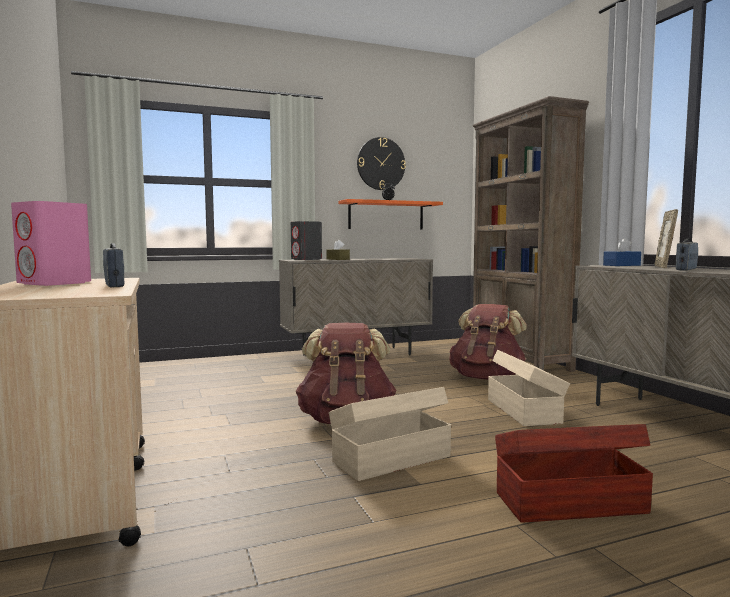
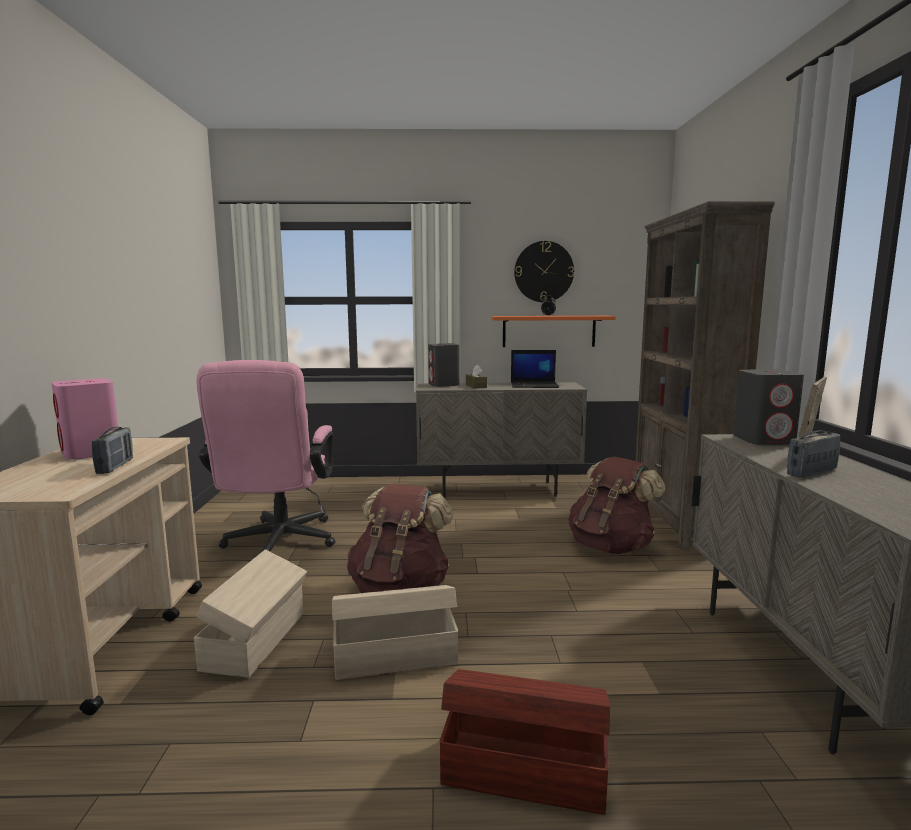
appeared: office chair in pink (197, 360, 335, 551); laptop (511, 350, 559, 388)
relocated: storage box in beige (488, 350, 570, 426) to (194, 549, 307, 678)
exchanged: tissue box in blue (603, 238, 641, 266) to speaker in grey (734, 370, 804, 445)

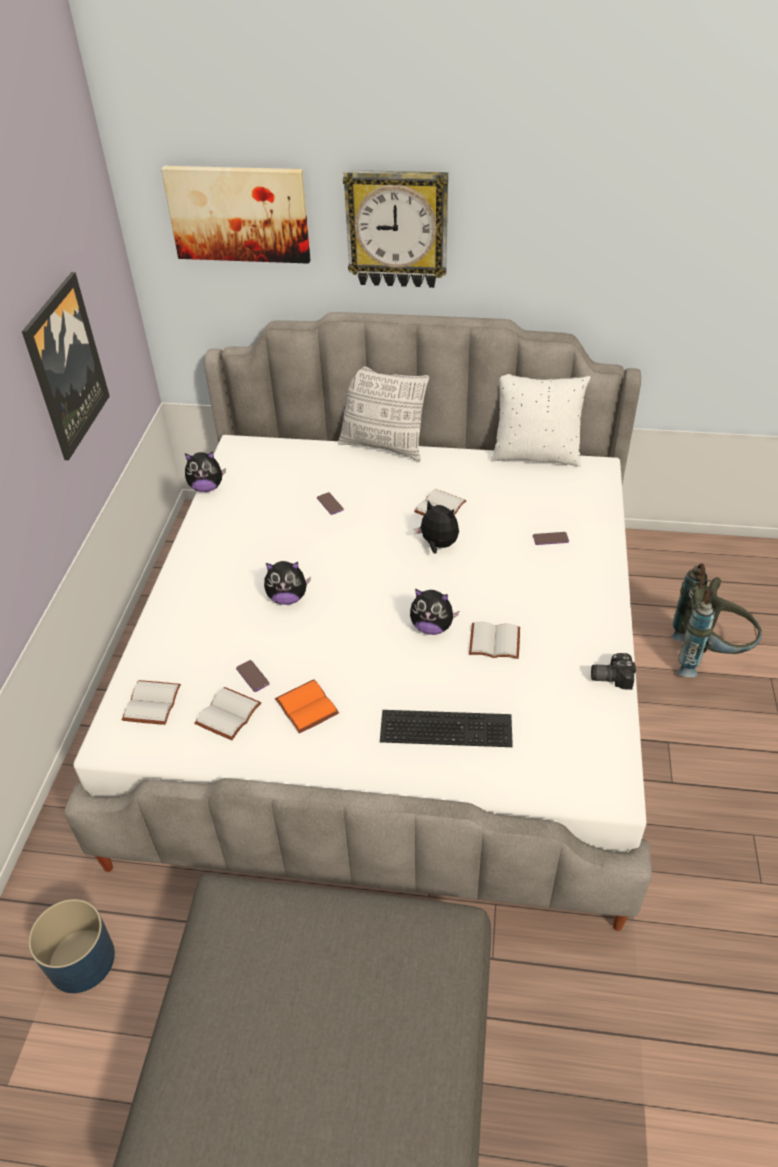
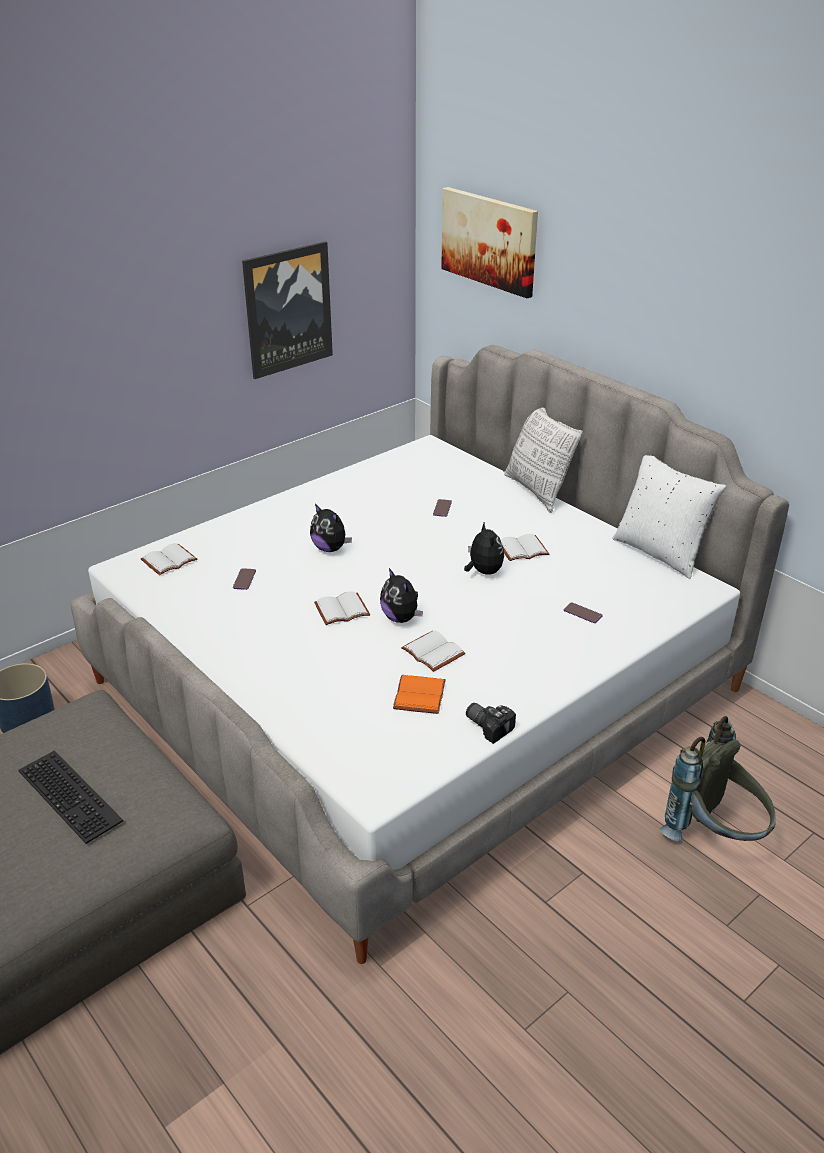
missing: plush toy (185, 452, 226, 492); wall clock (343, 170, 448, 288)
relocated: book in white (194, 687, 261, 740) to (314, 592, 370, 625); book in orange (275, 679, 339, 733) to (393, 675, 446, 714); keyboard (380, 710, 513, 747) to (18, 751, 123, 844)

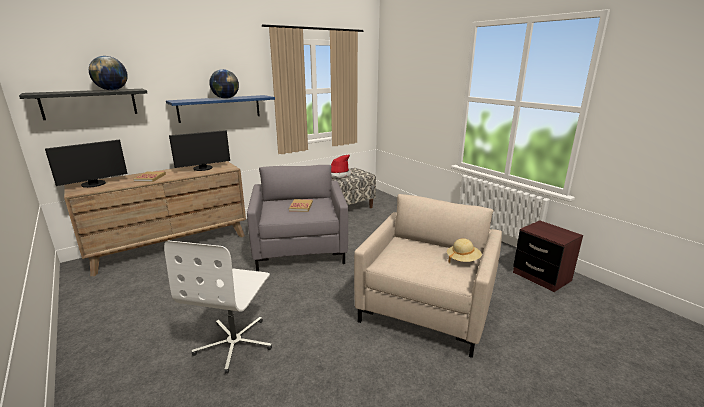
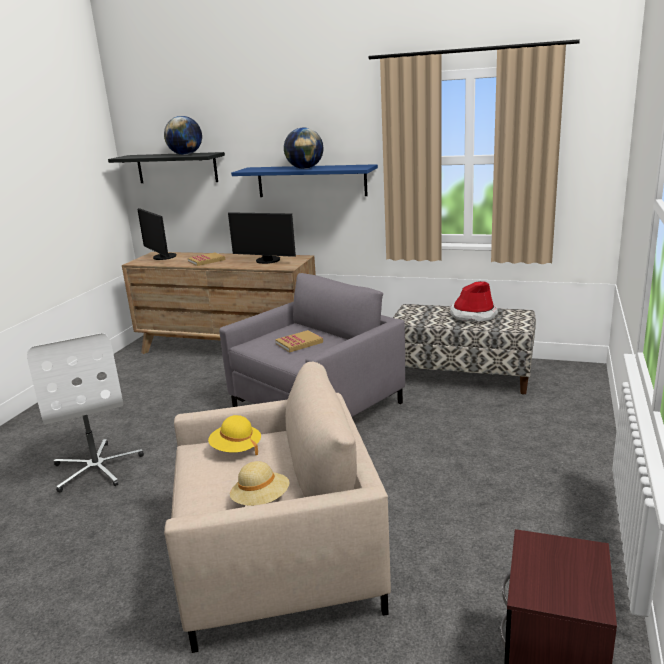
appeared: hat in yellow (208, 415, 261, 455)
spun: monitor (45, 140, 127, 188) = (138, 208, 177, 260) 45 degrees clockwise; office chair in white (164, 240, 272, 374) = (27, 333, 144, 493) 90 degrees counterclockwise

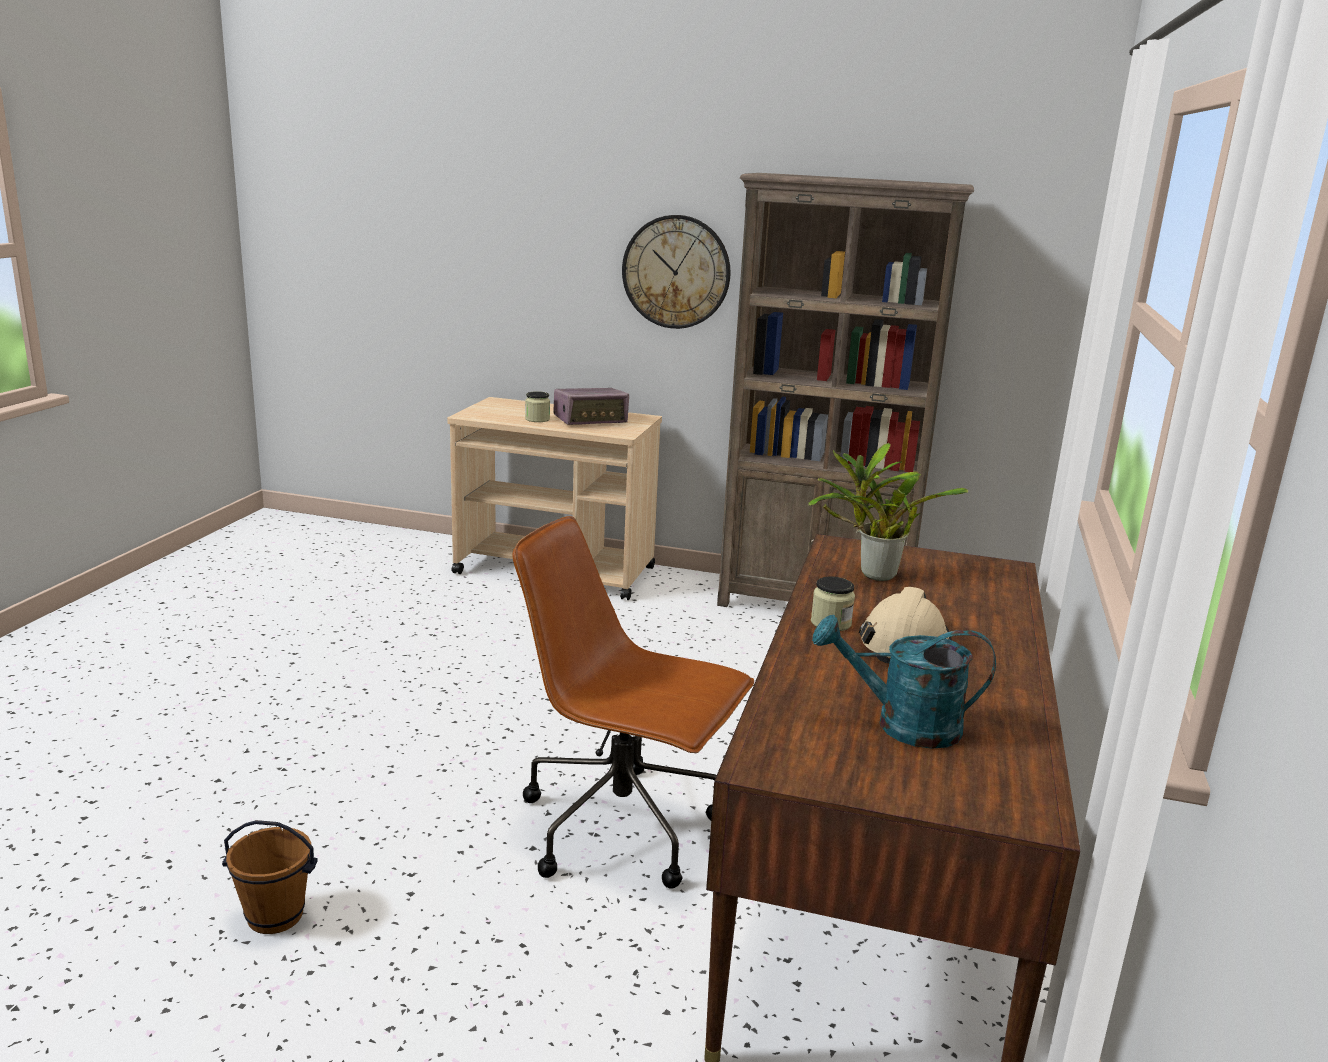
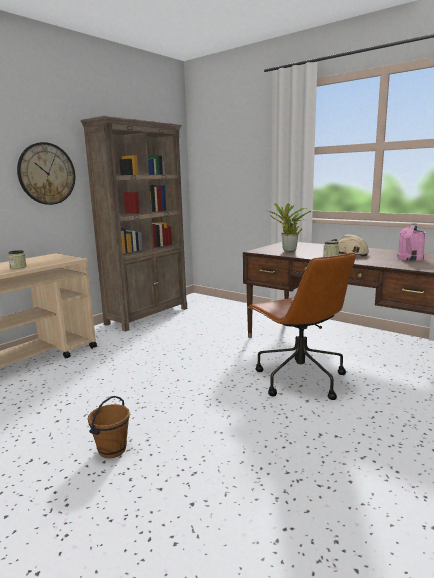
missing: radio (553, 388, 629, 425)
relocated: bucket in brown (222, 820, 318, 934) to (88, 396, 130, 458)
colour: watering can in turquoise (812, 615, 996, 749) to watering can in pink (397, 223, 426, 261)
spun: office chair in brown (513, 516, 754, 889) = (248, 252, 356, 400) 75 degrees counterclockwise

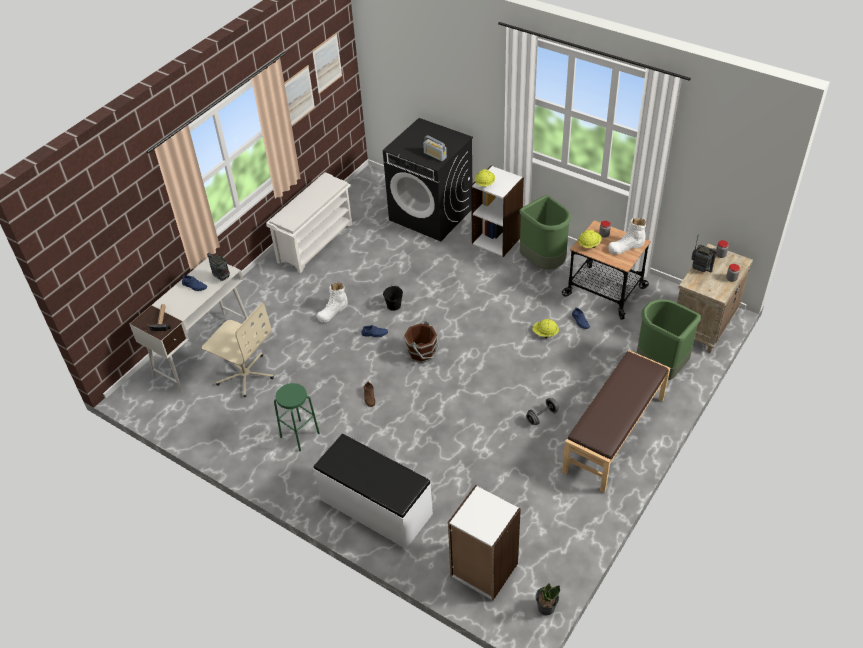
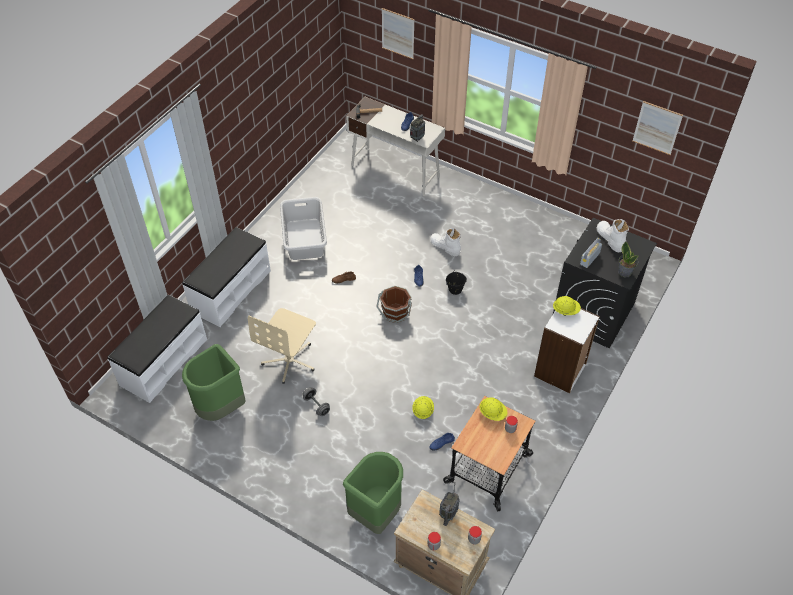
missing: shoe rack in white (266, 172, 352, 273); bench in brown (562, 350, 670, 493)
relocated: office chair in beige (202, 303, 274, 397) to (248, 308, 316, 384); picture (284, 65, 315, 126) to (381, 8, 415, 59); trash can in green (519, 195, 571, 269) to (182, 344, 246, 421); potted plant (535, 583, 560, 615) to (618, 241, 638, 277); boot in white (608, 218, 646, 255) to (597, 219, 629, 252)
exchanged: stool in green (274, 383, 320, 451) to laundry basket in grey (280, 197, 327, 260); bookcase in white (448, 485, 521, 601) to bench in white (107, 295, 207, 403)

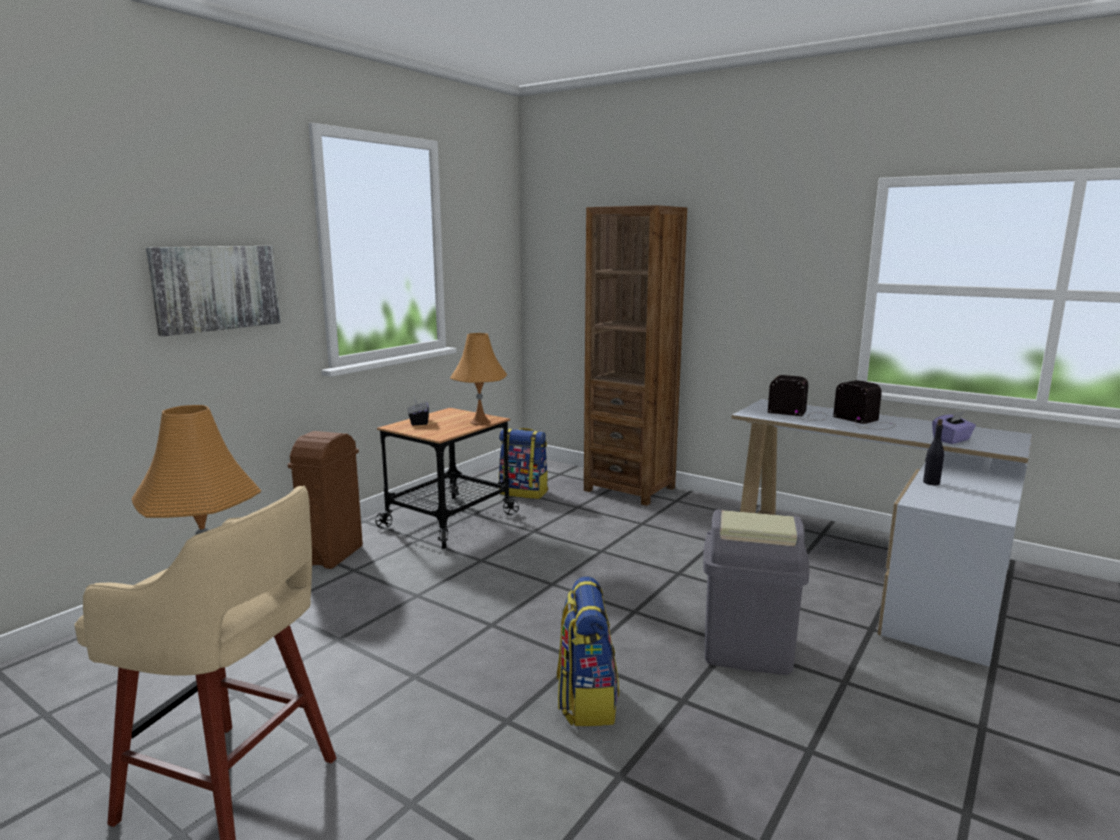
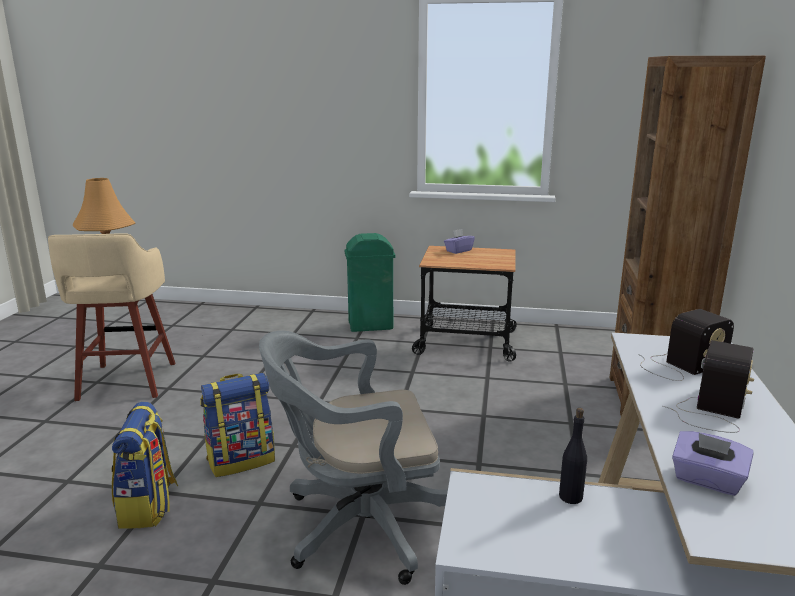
missing: picture (146, 246, 281, 336); table lamp in orange (450, 333, 507, 425)
relocated: backpack (499, 428, 548, 499) to (112, 402, 178, 529)
exchanged: trash can in grey (703, 510, 810, 675) to office chair in grey (259, 331, 448, 585)
colour: trash can in brown (288, 431, 363, 569) to trash can in green (344, 233, 396, 332); tissue box in black (407, 398, 429, 425) to tissue box in purple (444, 229, 475, 254)
spun: radio (768, 375, 827, 421) = (638, 309, 734, 381) 60 degrees clockwise

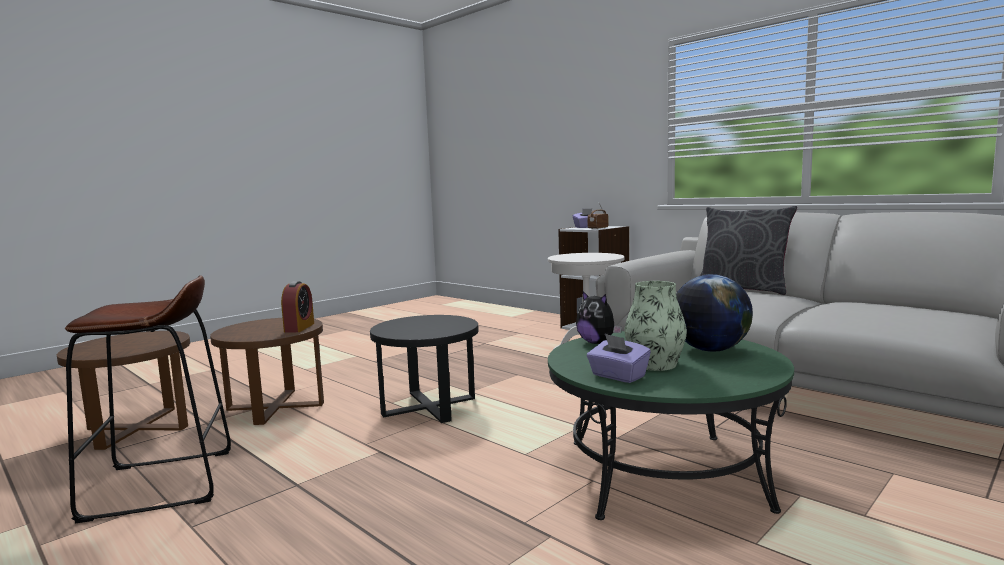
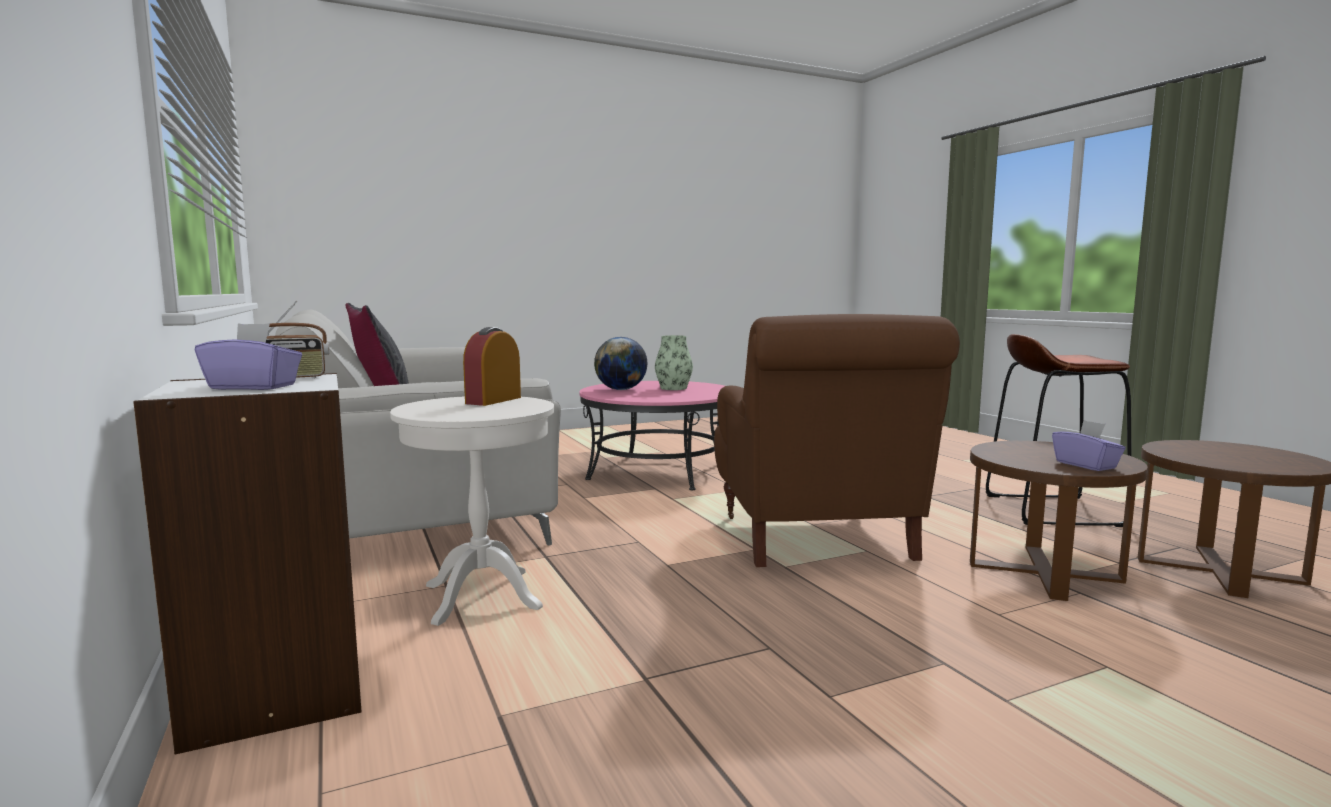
missing: plush toy (576, 290, 622, 344)
relocated: alarm clock (281, 281, 314, 333) to (463, 327, 521, 406); tissue box in purple (587, 334, 651, 383) to (1052, 420, 1126, 471)
exchanged: side table in black (370, 315, 479, 423) to armchair in brown (714, 314, 960, 567)
colour: coffee table in green (548, 331, 794, 520) to coffee table in pink (579, 381, 725, 490)

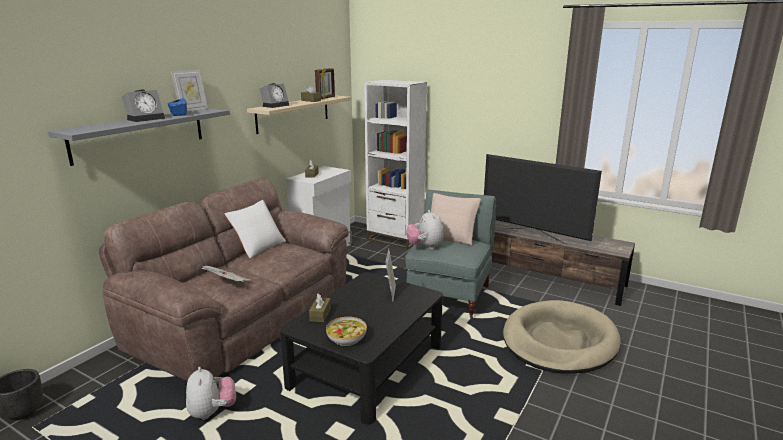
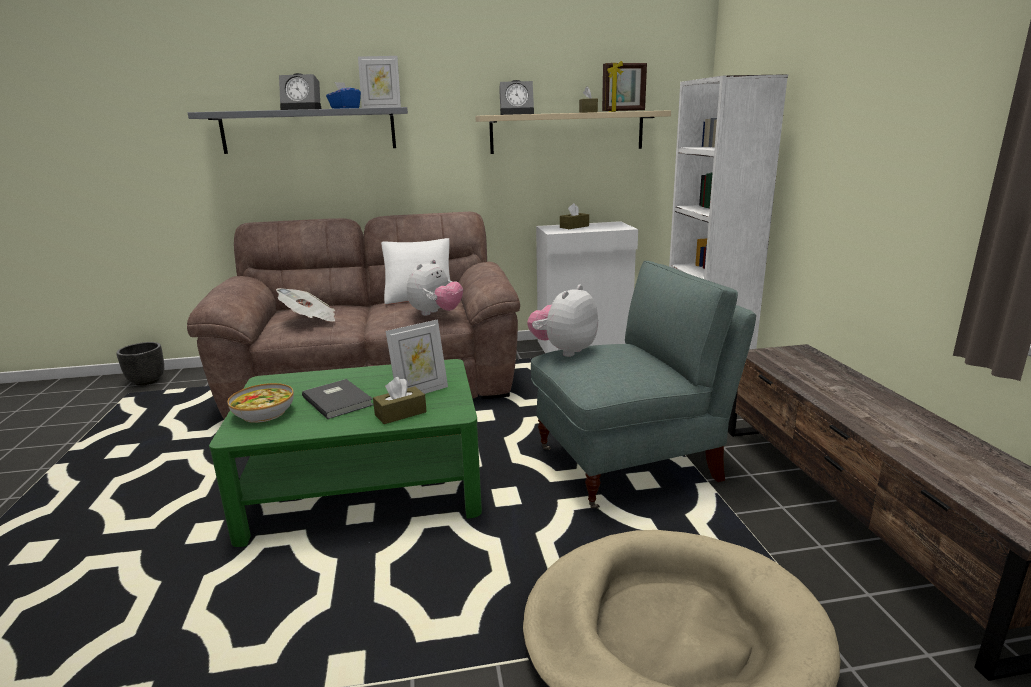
missing: pillow in beige (431, 193, 481, 245); television (484, 154, 602, 245)
appeared: book in grey (302, 379, 374, 419)
relocated: plush toy (186, 367, 236, 420) to (407, 260, 463, 316); tissue box in brown (309, 293, 331, 322) to (373, 377, 427, 424)
colour: coffee table in black (280, 272, 443, 425) to coffee table in green (209, 359, 482, 547)

